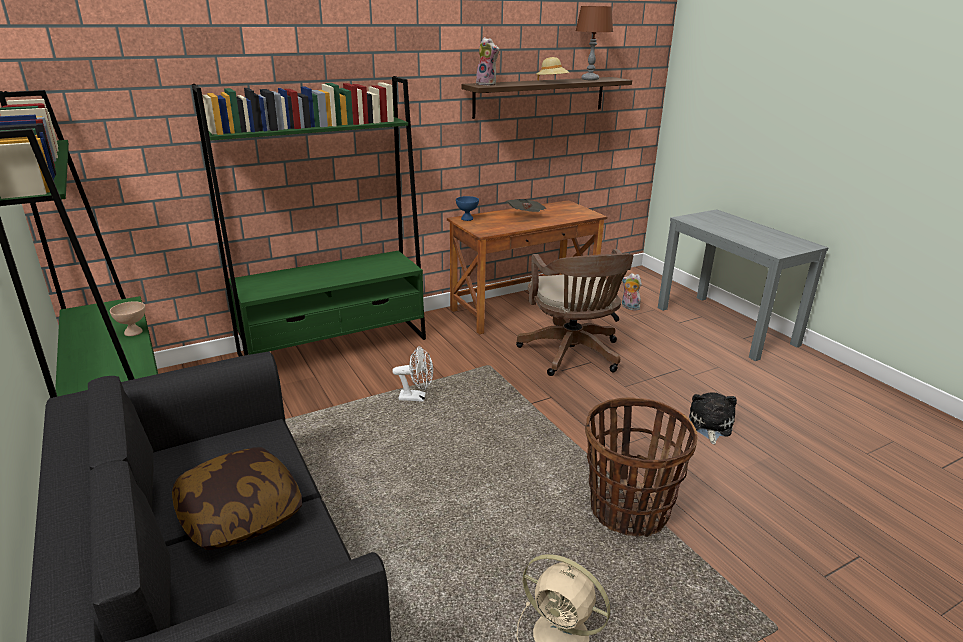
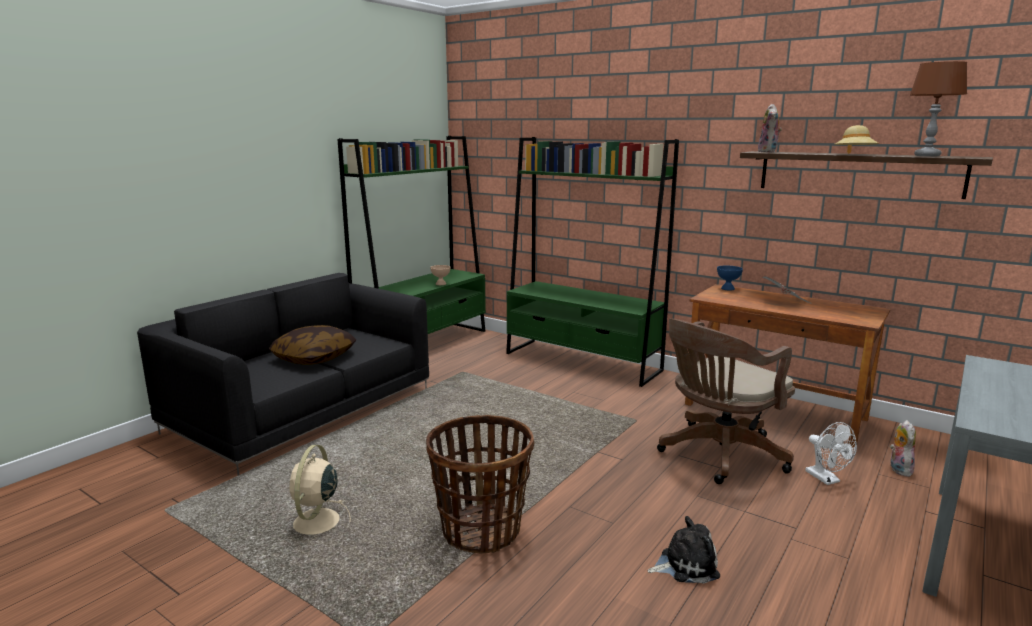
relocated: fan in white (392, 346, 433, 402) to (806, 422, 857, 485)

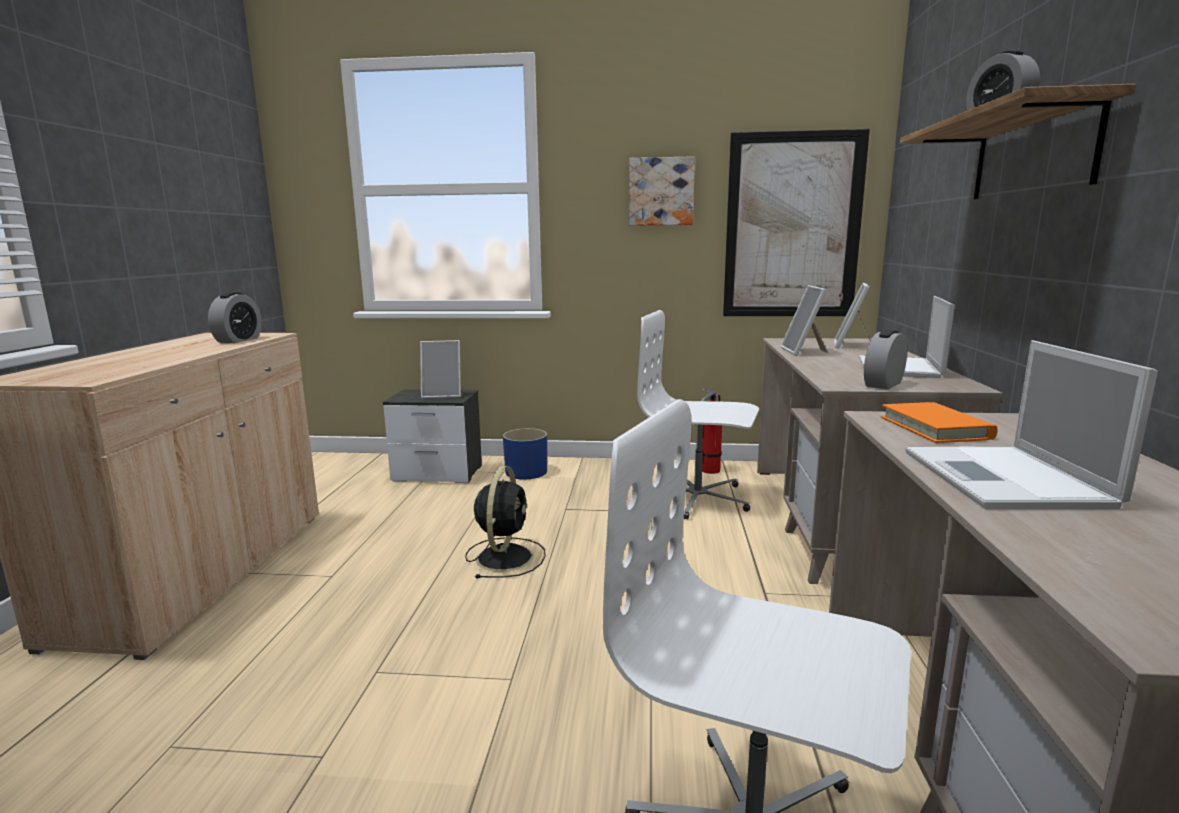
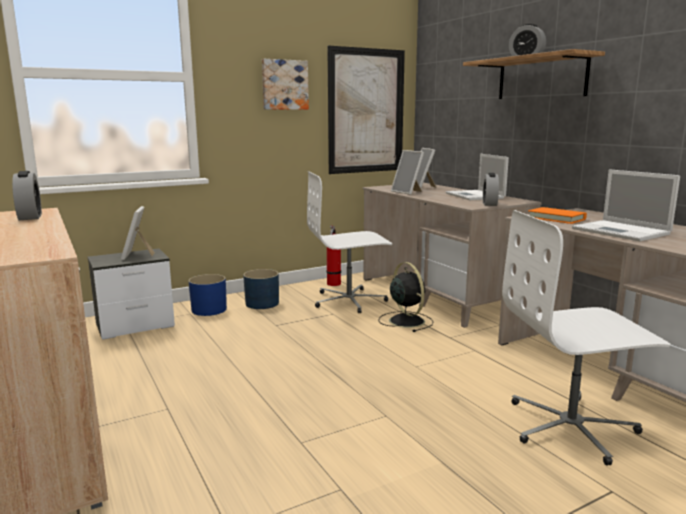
appeared: planter in blue (243, 269, 279, 309)
relocated: fan in black (465, 466, 546, 578) to (378, 262, 434, 332)
spun: picture frame (420, 340, 461, 398) = (121, 206, 155, 260) 120 degrees clockwise

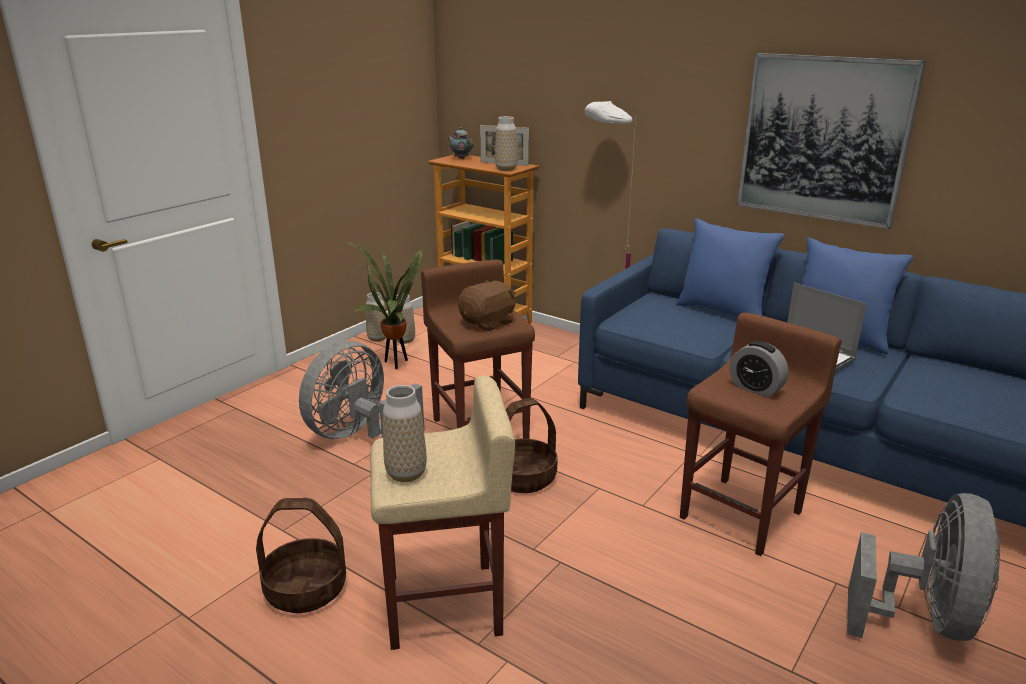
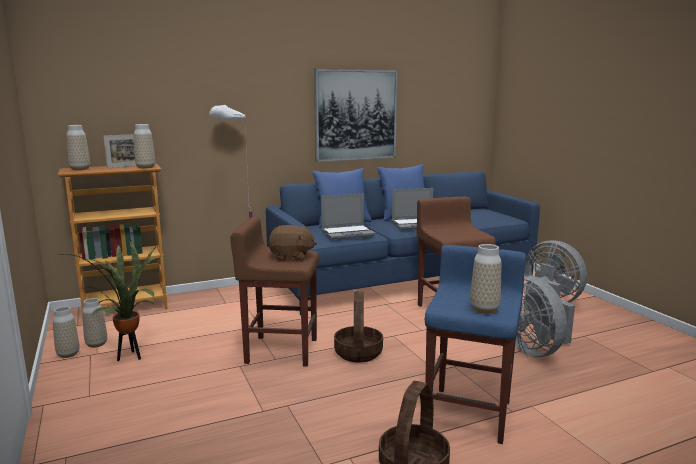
missing: alarm clock (730, 341, 789, 397)
appeared: laptop (321, 193, 375, 239)
relocated: fan in grey (299, 341, 425, 439) to (515, 276, 575, 357)
exchanged: teapot (448, 127, 474, 159) to vase (66, 125, 90, 170)
colour: stool in beige (370, 376, 515, 650) to stool in blue (425, 245, 526, 444)
spun: plush toy in brown (458, 280, 516, 331) = (268, 225, 317, 261) 105 degrees clockwise

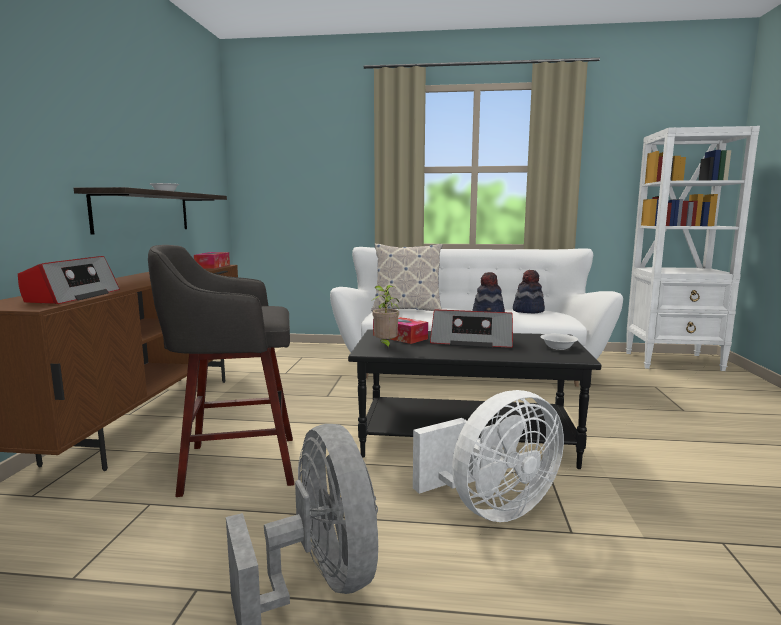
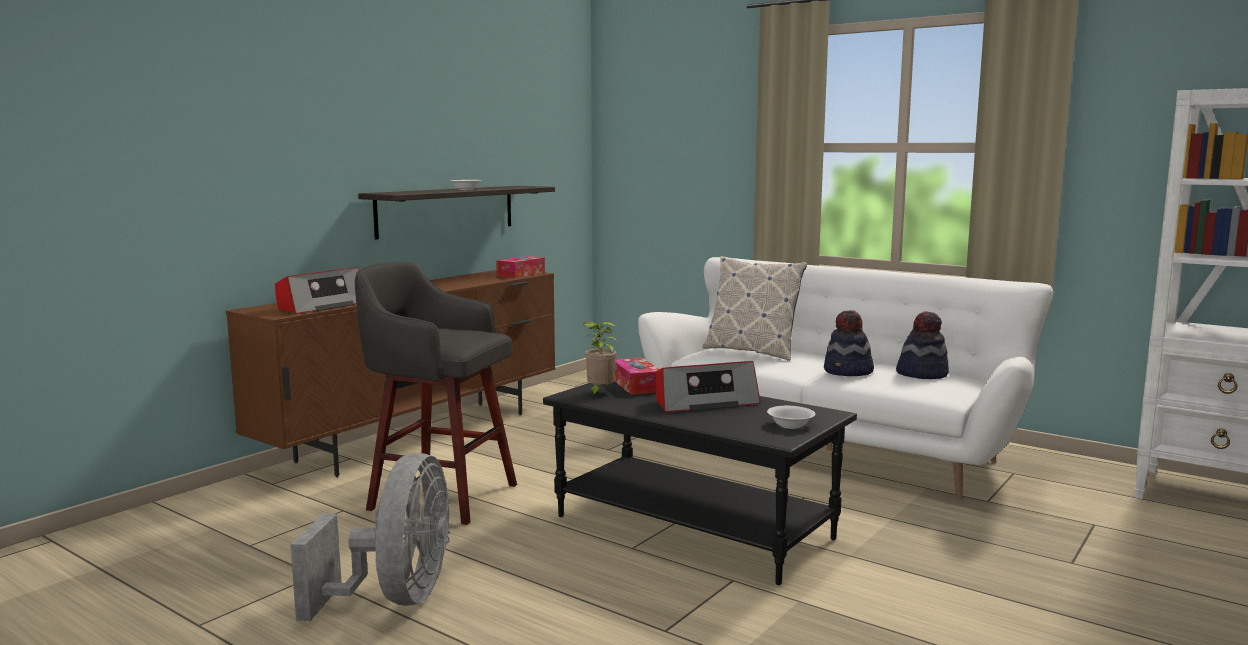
missing: fan in white (413, 390, 564, 522)
spun: radio (430, 310, 513, 348) = (656, 361, 761, 412) 60 degrees counterclockwise

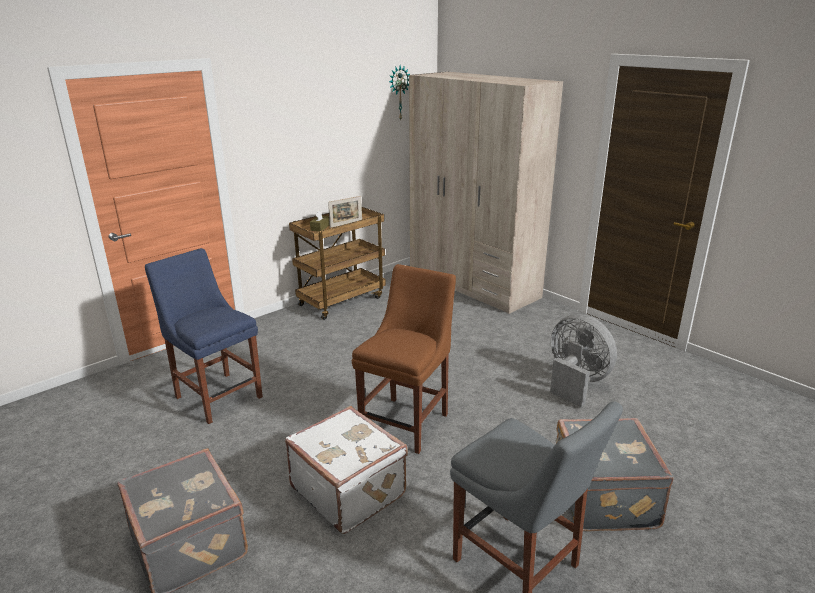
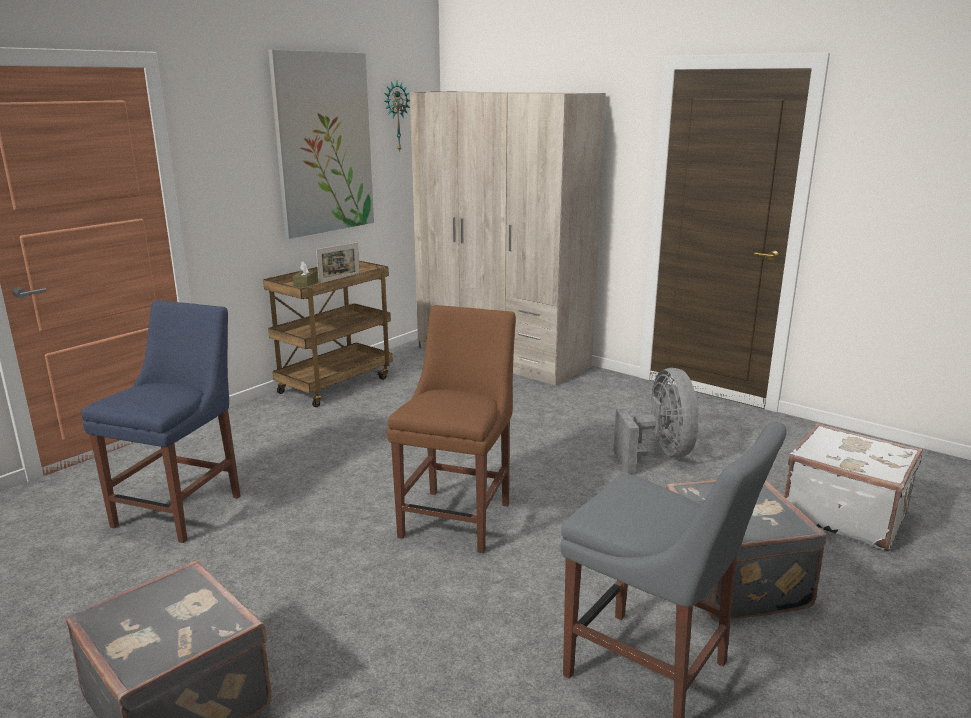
appeared: picture (268, 50, 374, 239)
relocated: suitcase in white (285, 406, 408, 534) to (784, 423, 923, 551)
spun: chair in blue (145, 248, 263, 424) = (81, 300, 241, 543) 75 degrees clockwise; fan in grey (550, 314, 617, 407) = (613, 368, 699, 473) 45 degrees clockwise

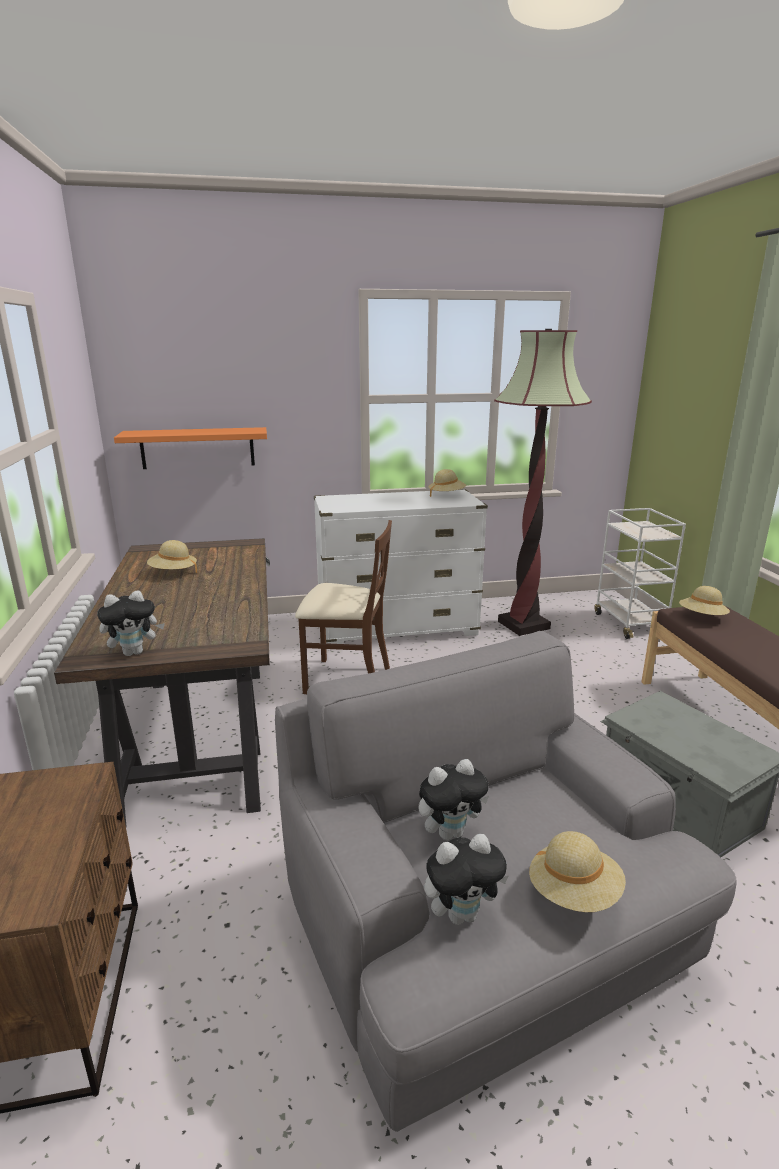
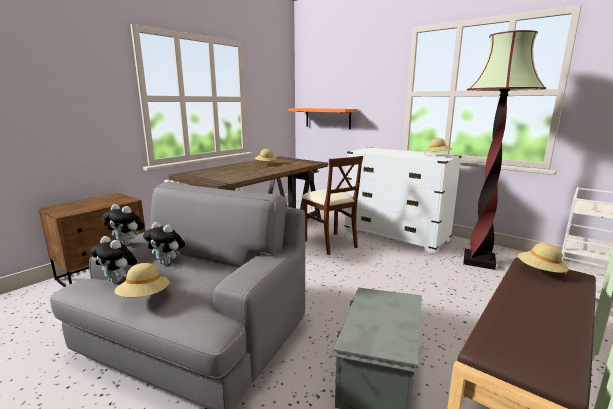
relocated: plush toy (97, 590, 165, 656) to (102, 204, 145, 246)

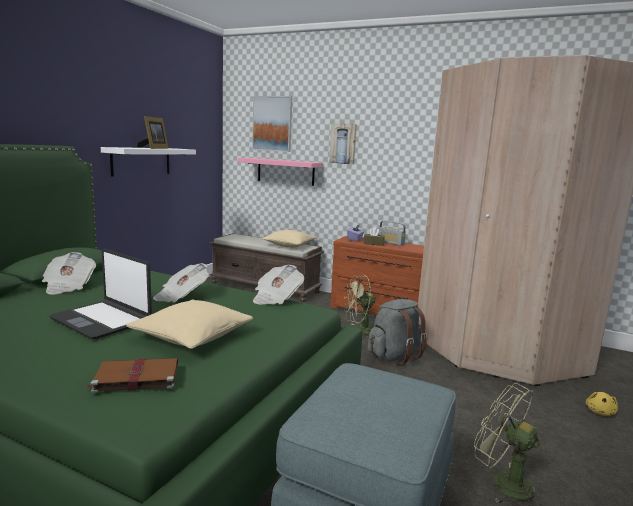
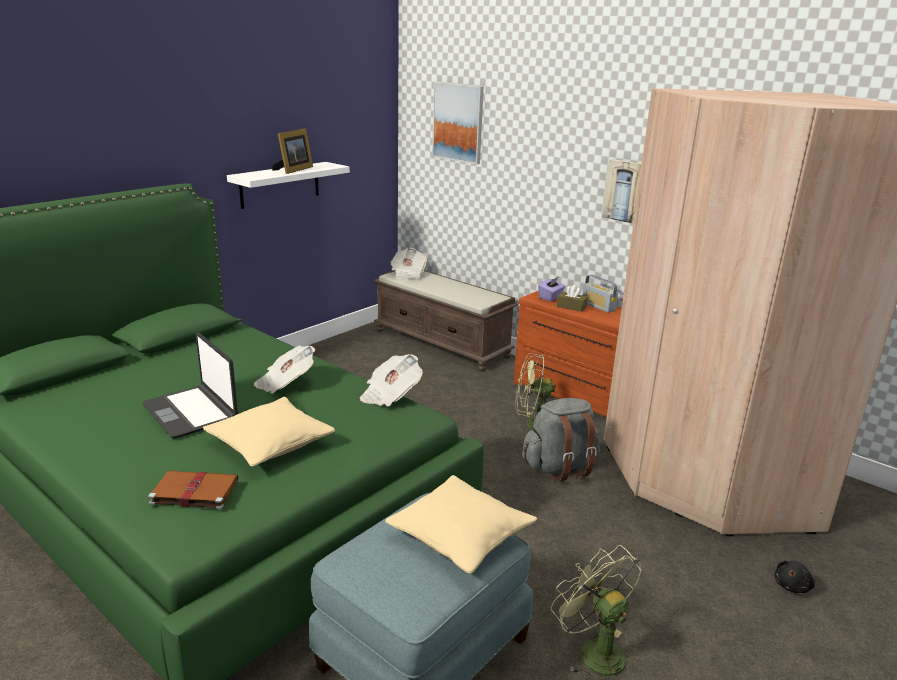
missing: shelf in pink (238, 158, 323, 186)
relocated: newspaper (42, 252, 96, 294) to (390, 248, 428, 280); pillow in beige (262, 230, 318, 248) to (385, 475, 537, 574); picture (329, 123, 357, 164) to (602, 159, 642, 224)
colour: plush toy in yellow (586, 392, 618, 416) to plush toy in black (774, 561, 815, 593)

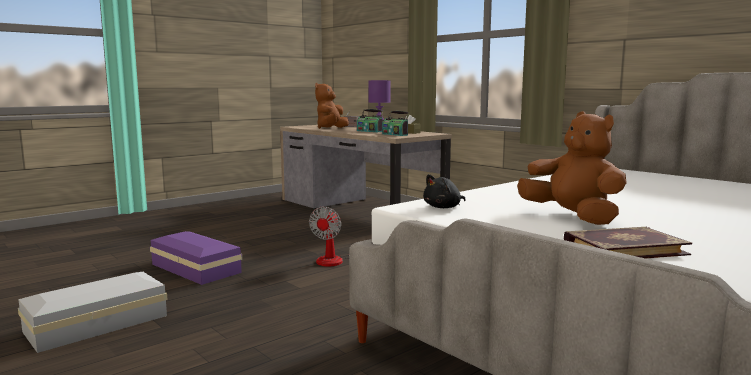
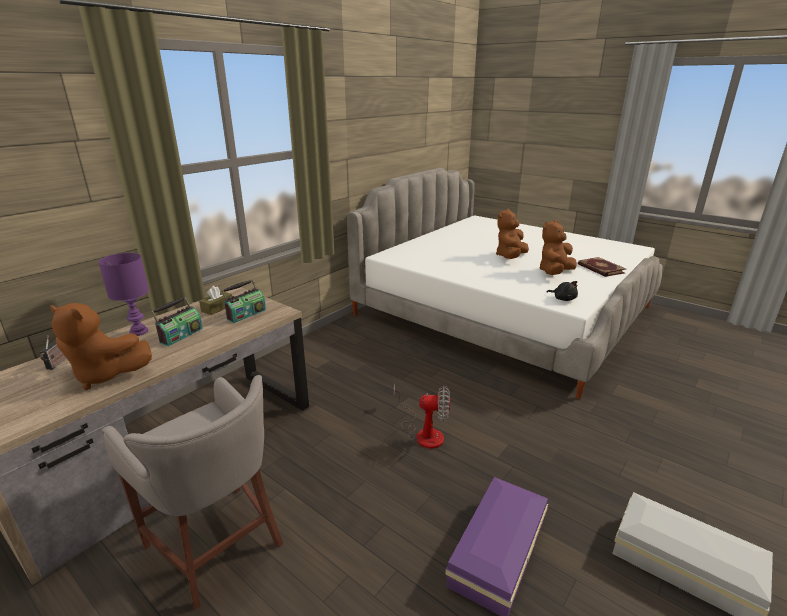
appeared: stool in grey (102, 375, 283, 610); plush toy in brown (496, 209, 529, 259)

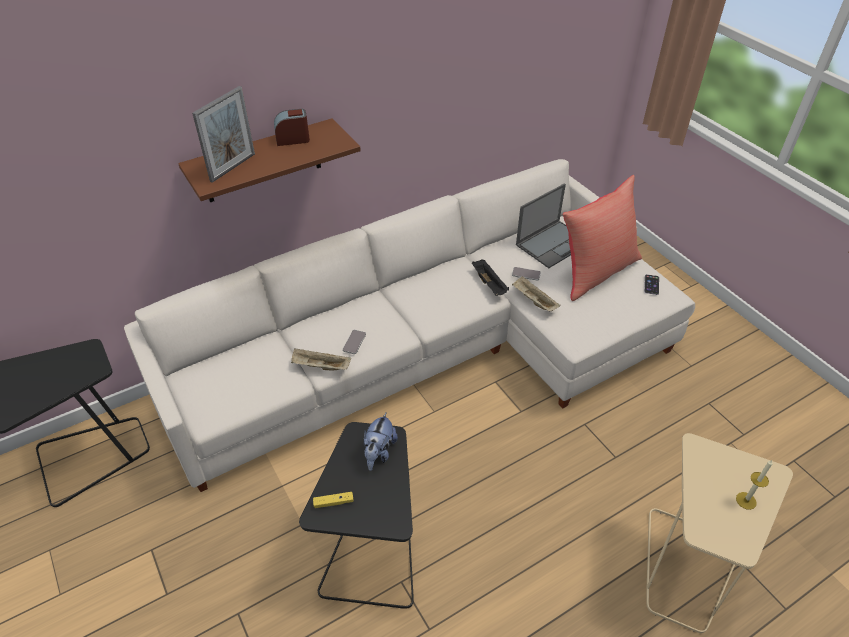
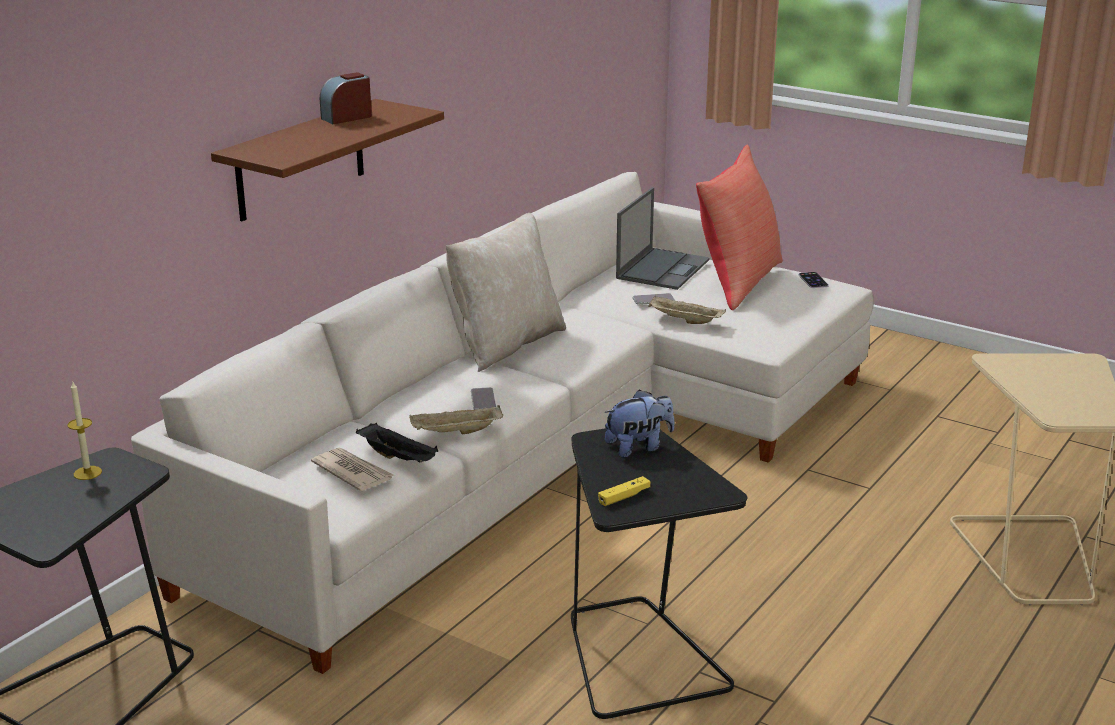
missing: picture frame (192, 86, 255, 183)
appeared: newspaper (311, 448, 394, 491); pillow in beige (446, 213, 566, 372)
relocated: tray in black (472, 259, 509, 296) to (356, 423, 438, 462); candle (736, 460, 773, 510) to (67, 382, 102, 480)
spun: plush toy (364, 412, 398, 471) = (604, 389, 674, 458) 105 degrees counterclockwise

